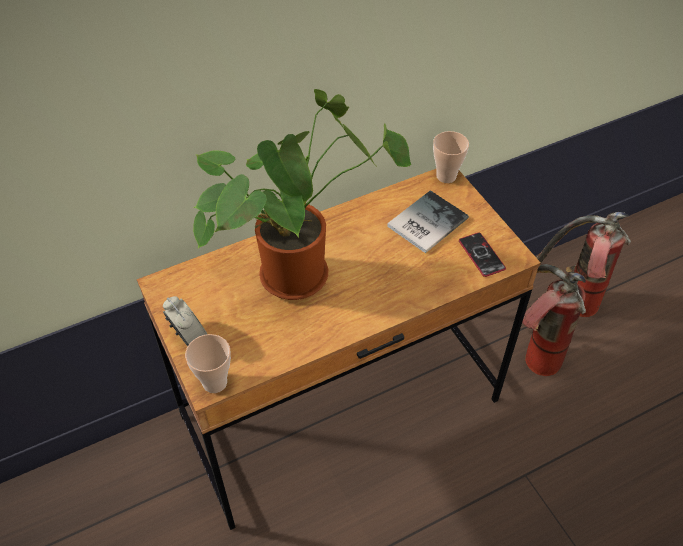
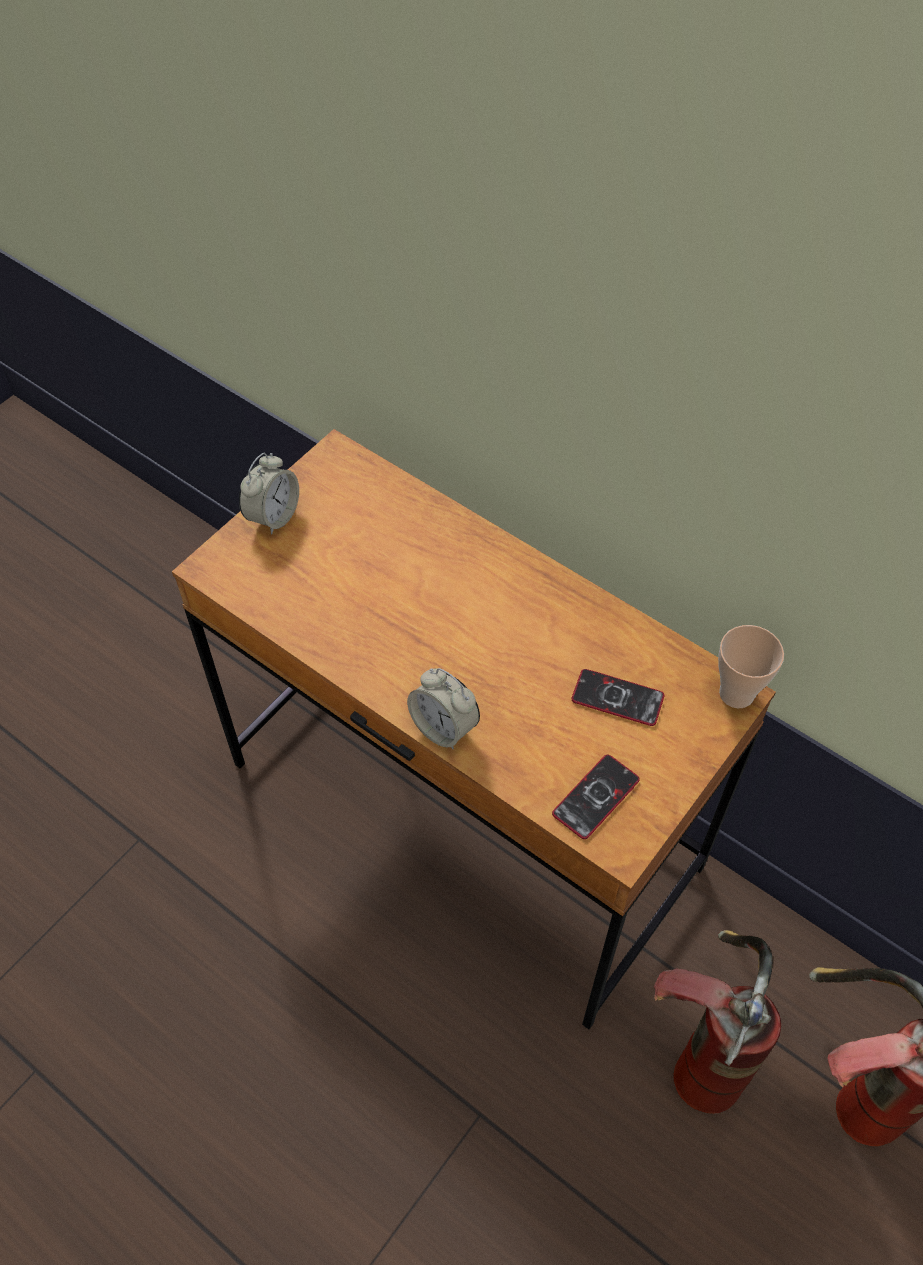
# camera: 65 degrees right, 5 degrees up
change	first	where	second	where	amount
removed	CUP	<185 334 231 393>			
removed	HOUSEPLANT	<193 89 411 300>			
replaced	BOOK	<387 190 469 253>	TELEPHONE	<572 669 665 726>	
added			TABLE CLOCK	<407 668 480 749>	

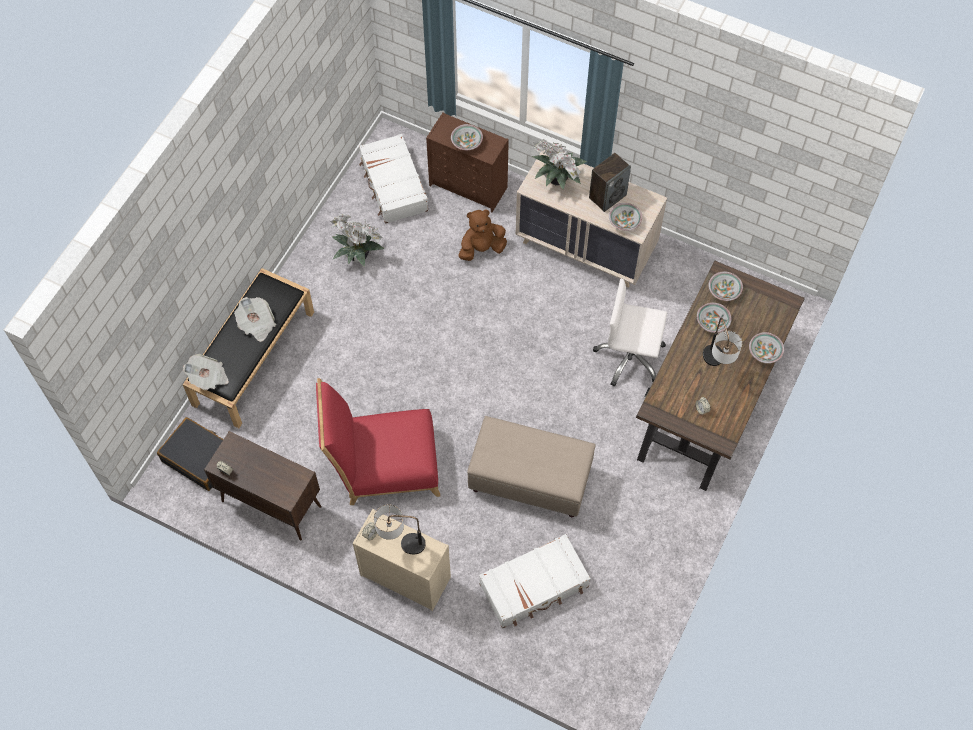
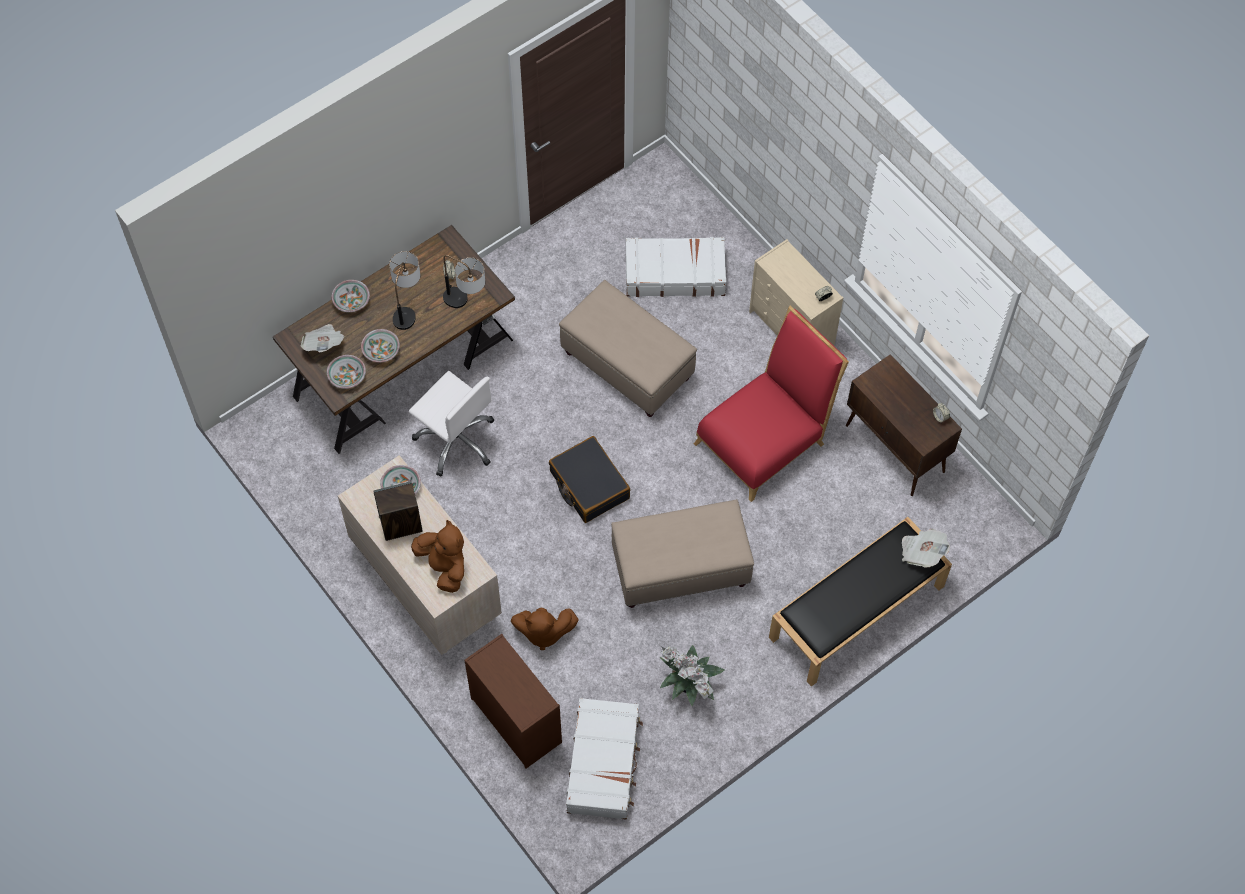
# camera: 155 degrees left, 0 degrees up
change	first	where	second	where	amount
moved	BLACKISH PIECE OF LUGGAGE	<157 417 224 491>		<549 436 630 523>	
moved	PRINTED PAPER	<234 297 276 342>		<301 324 345 352>	
turned	RED UPRIGHT CHAIR	<316 378 440 505>		<694 306 849 502>	60 degrees counterclockwise
moved	TABLE LAMP	<374 504 426 554>		<443 255 485 308>	
removed	BOWL	<451 124 483 150>			
replaced	HOUSEPLANT	<532 139 587 190>	BROWN-COLOURED PLUSH TOY	<411 520 464 593>	
added			BEIGE POUFFE	<611 499 754 608>	

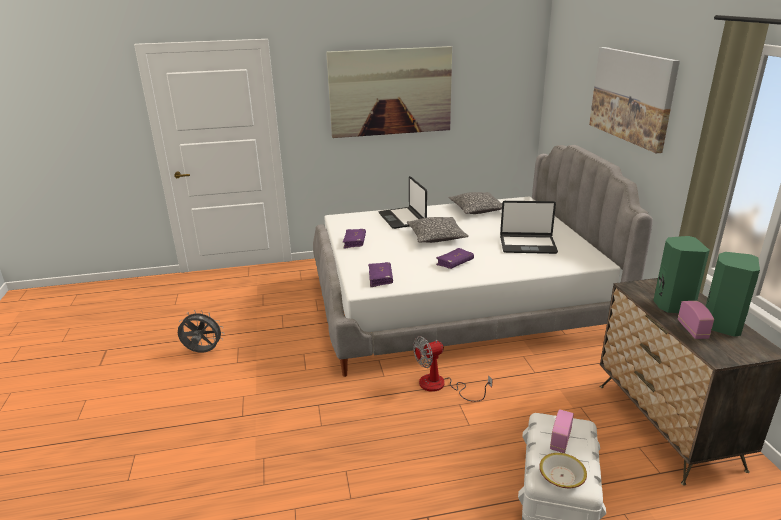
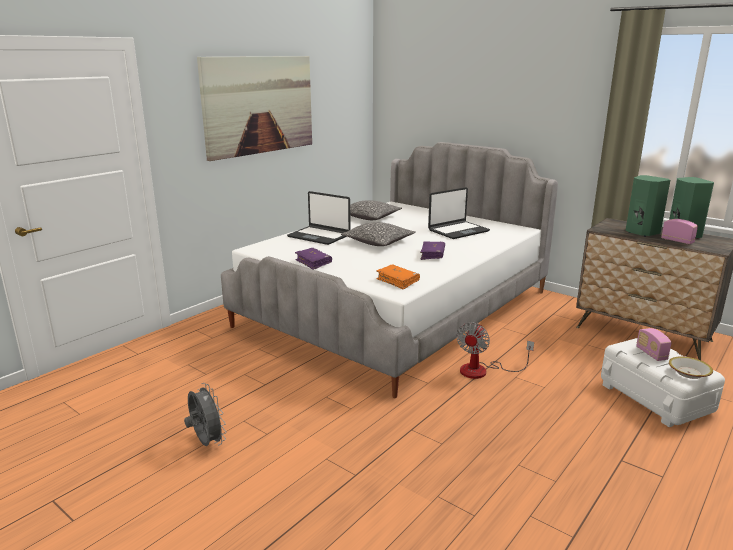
# camera: 40 degrees left, 5 degrees down
change	first	where	second	where	amount
turned	GREY FAN	<178 310 224 353>		<184 383 226 446>	90 degrees clockwise
recoloured	PURPLE BOOK	<368 262 393 287>	ORANGE BOOK	<376 265 420 289>	
removed	WALL ART	<589 47 680 153>			

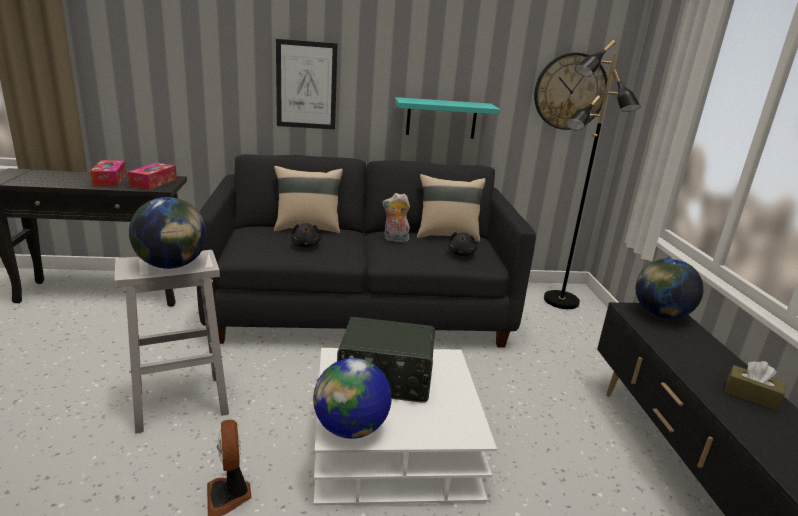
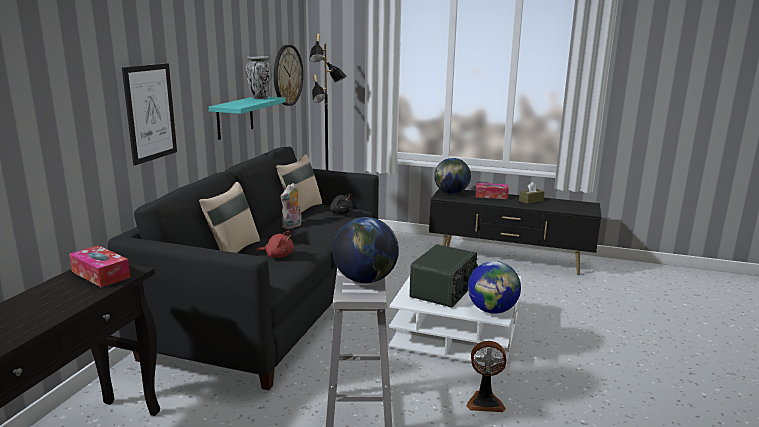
# camera: 65 degrees left, 5 degrees down
change	first	where	second	where	amount
moved	TISSUE BOX	<90 160 126 186>		<476 183 509 199>	
recoloured	BLACKISH PLUSH TOY	<291 223 321 248>	RED PLUSH TOY	<256 231 294 258>	
added			FLOWER VASE	<246 56 272 99>	

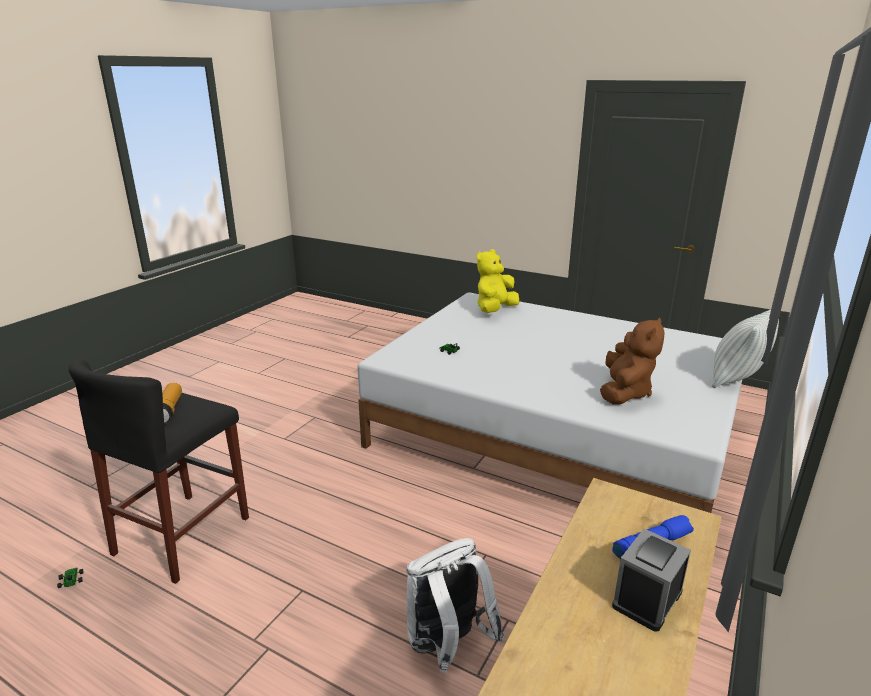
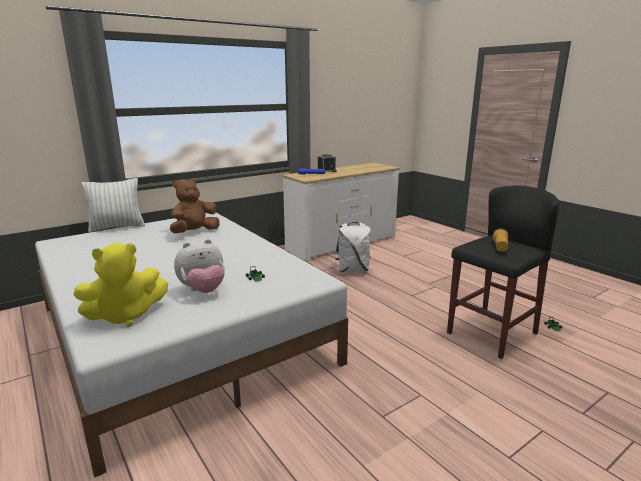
# camera: 155 degrees left, 5 degrees down
change	first	where	second	where	amount
added			PLUSH TOY	<174 239 225 293>	

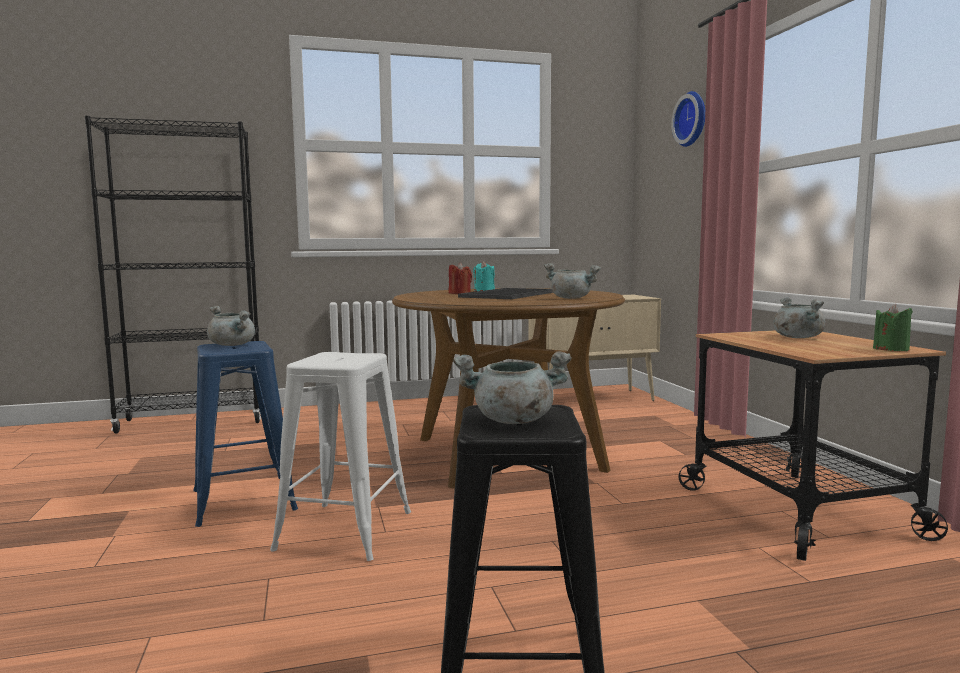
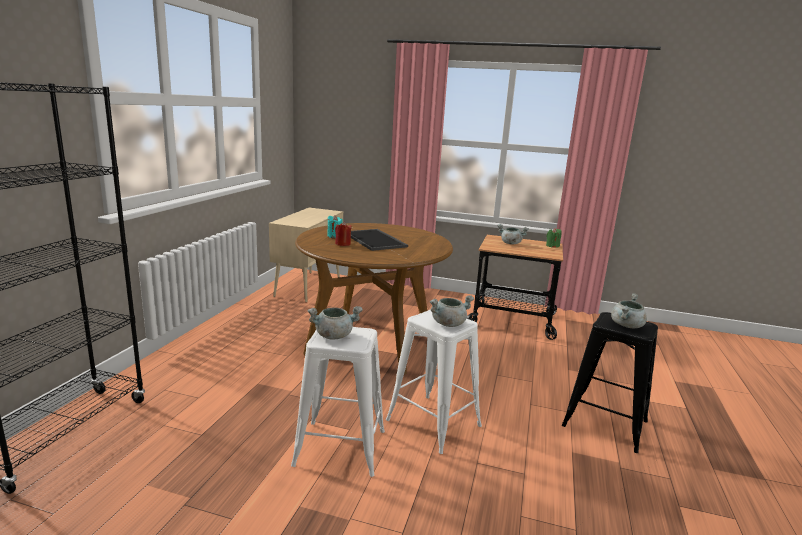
# camera: 60 degrees left, 10 degrees up
change	first	where	second	where	amount
recoloured	BLUISH STOOL	<193 341 298 527>	WHITE-COLOURED STOOL	<291 327 385 477>	
moved	GREY SAUCEPOT	<544 263 601 299>		<430 295 474 327>	
removed	WALL CLOCK	<671 91 705 147>			

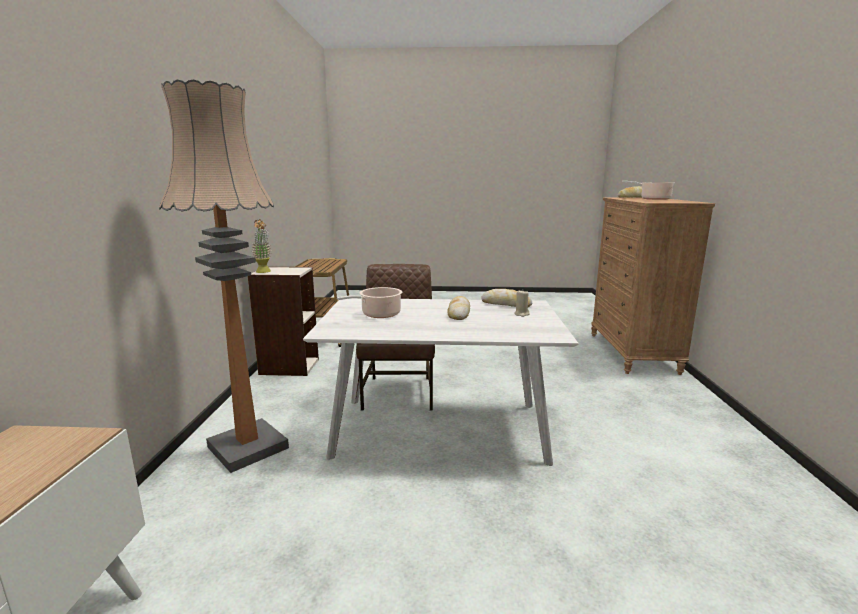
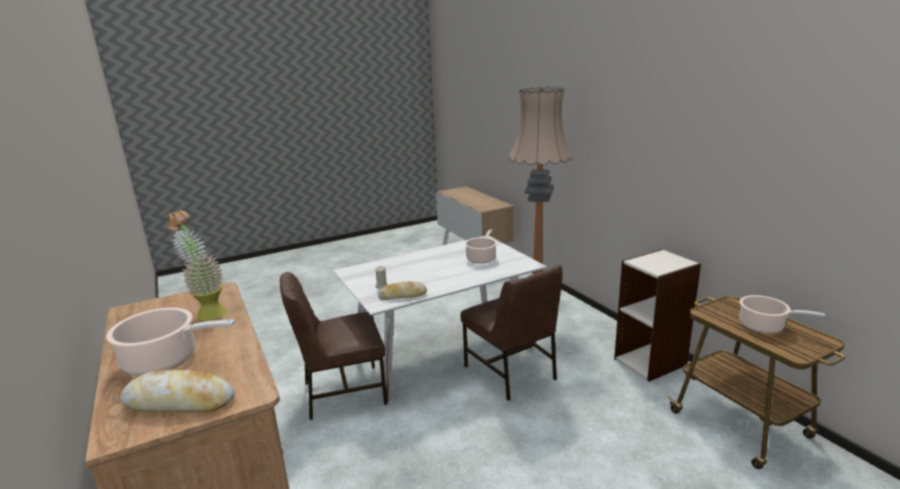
# camera: 150 degrees right, 5 degrees up
change	first	where	second	where	amount
moved	HOUSEPLANT	<251 219 272 273>		<167 211 227 321>	
removed	BAKED BREAD	<447 296 470 320>			
added			BROWN-COLOURED UPRIGHT CHAIR	<280 272 387 420>	
added			SAUCEPOT	<739 295 825 334>	

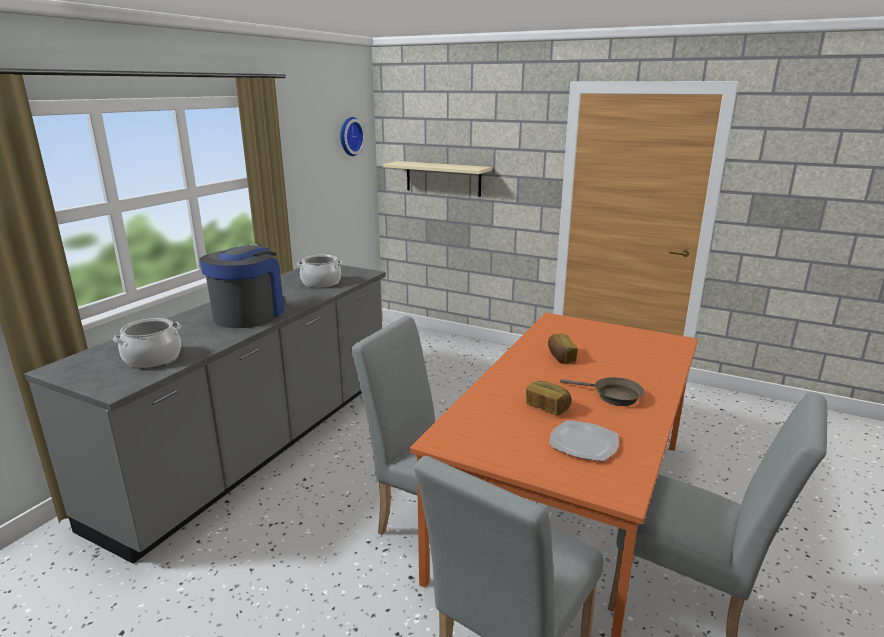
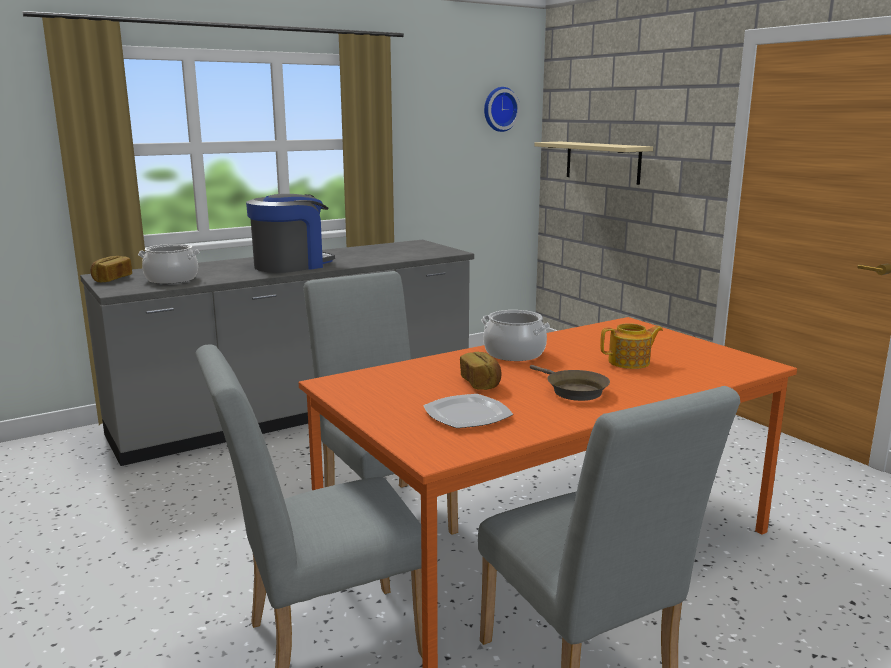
# camera: 30 degrees right, 5 degrees down
change	first	where	second	where	amount
moved	SAUCEPOT	<297 255 343 288>		<481 310 550 361>	
moved	BAKED BREAD	<548 333 578 364>		<90 256 132 282>	
added			TEA POT	<600 323 663 369>	

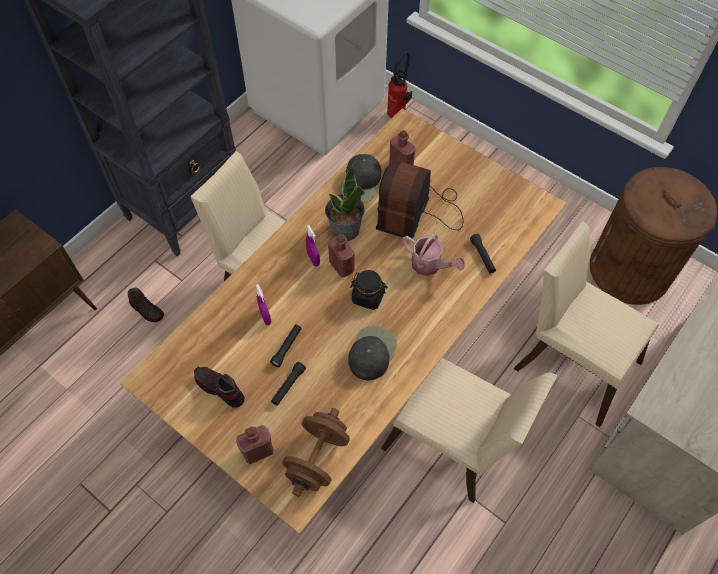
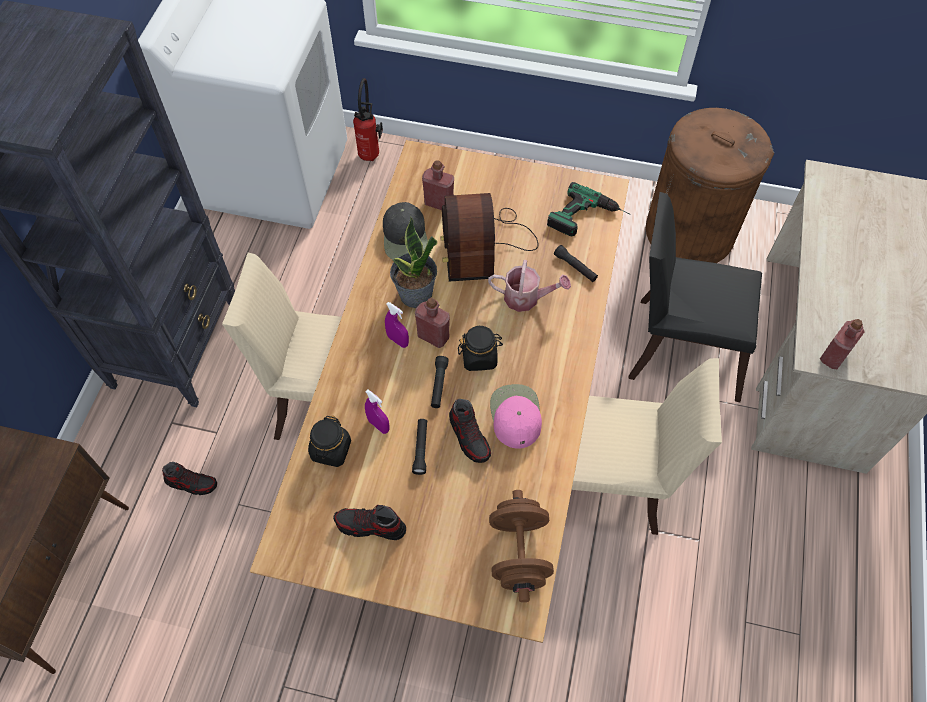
# camera: 25 degrees left, 0 degrees up
change	first	where	second	where	amount
moved	RED DRINK BOTTLE	<236 425 274 464>		<820 319 864 369>	
moved	BLACKISH TORCH	<271 362 306 406>		<431 356 449 408>	
recoloured	BLACKISH CAP	<348 326 397 381>	PINK-COLOURED CAP	<490 384 542 449>	
recoloured	BEIGE UPRIGHT CHAIR	<514 221 659 427>	BLACKISH UPRIGHT CHAIR	<628 192 762 402>	
added			BLACKISH JAR	<308 415 351 467>	
added			SHOE	<449 399 491 463>	
added			DRILL	<547 182 631 236>	

